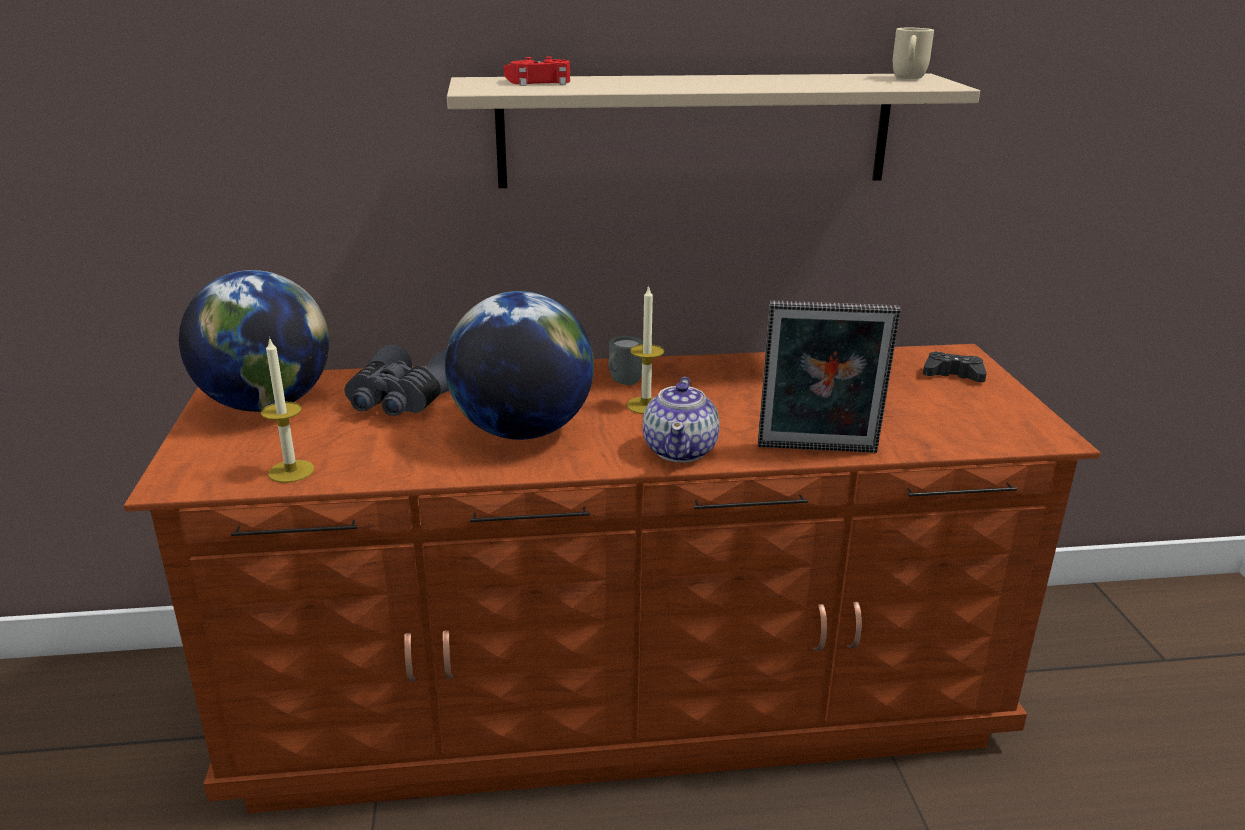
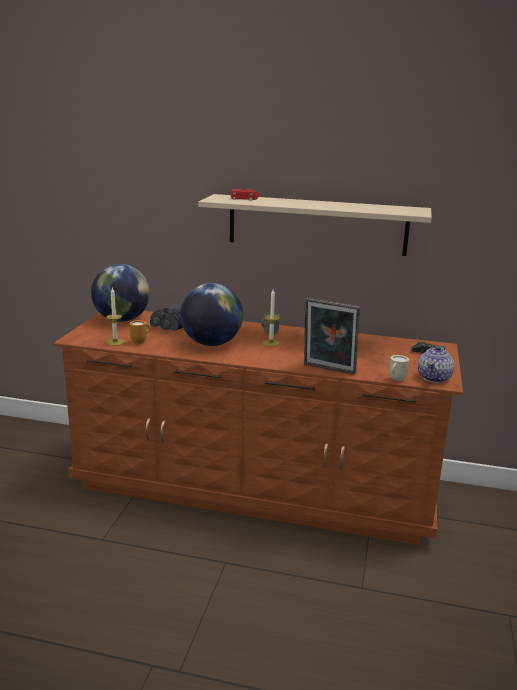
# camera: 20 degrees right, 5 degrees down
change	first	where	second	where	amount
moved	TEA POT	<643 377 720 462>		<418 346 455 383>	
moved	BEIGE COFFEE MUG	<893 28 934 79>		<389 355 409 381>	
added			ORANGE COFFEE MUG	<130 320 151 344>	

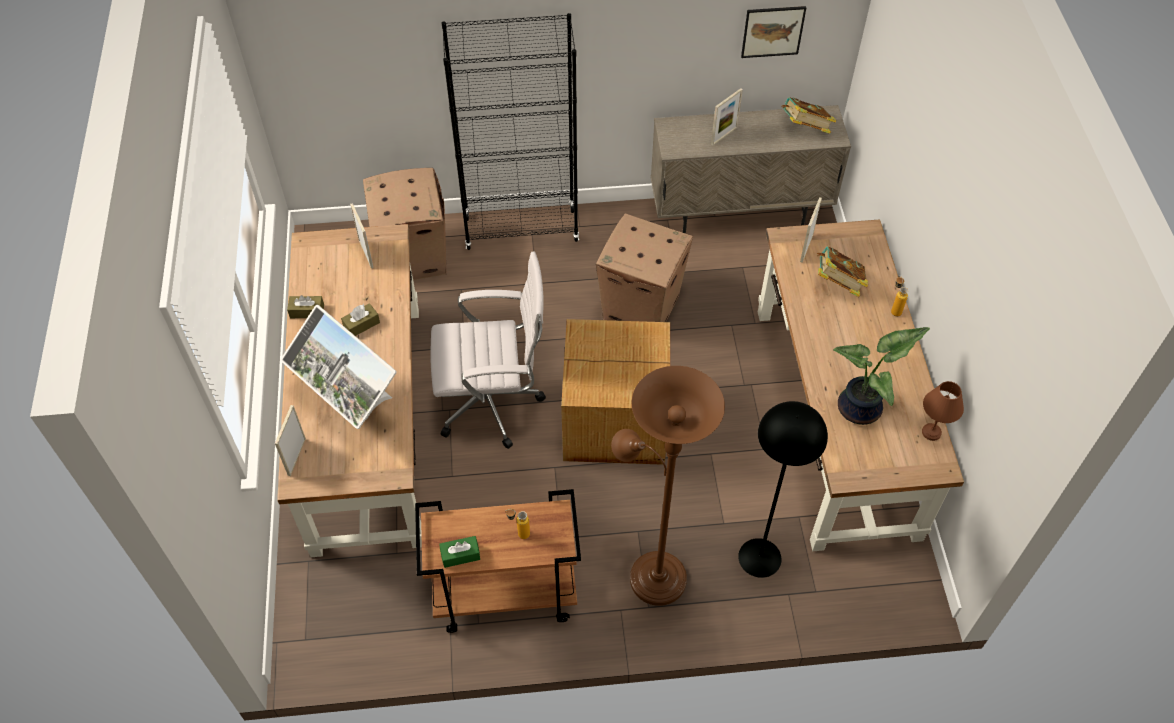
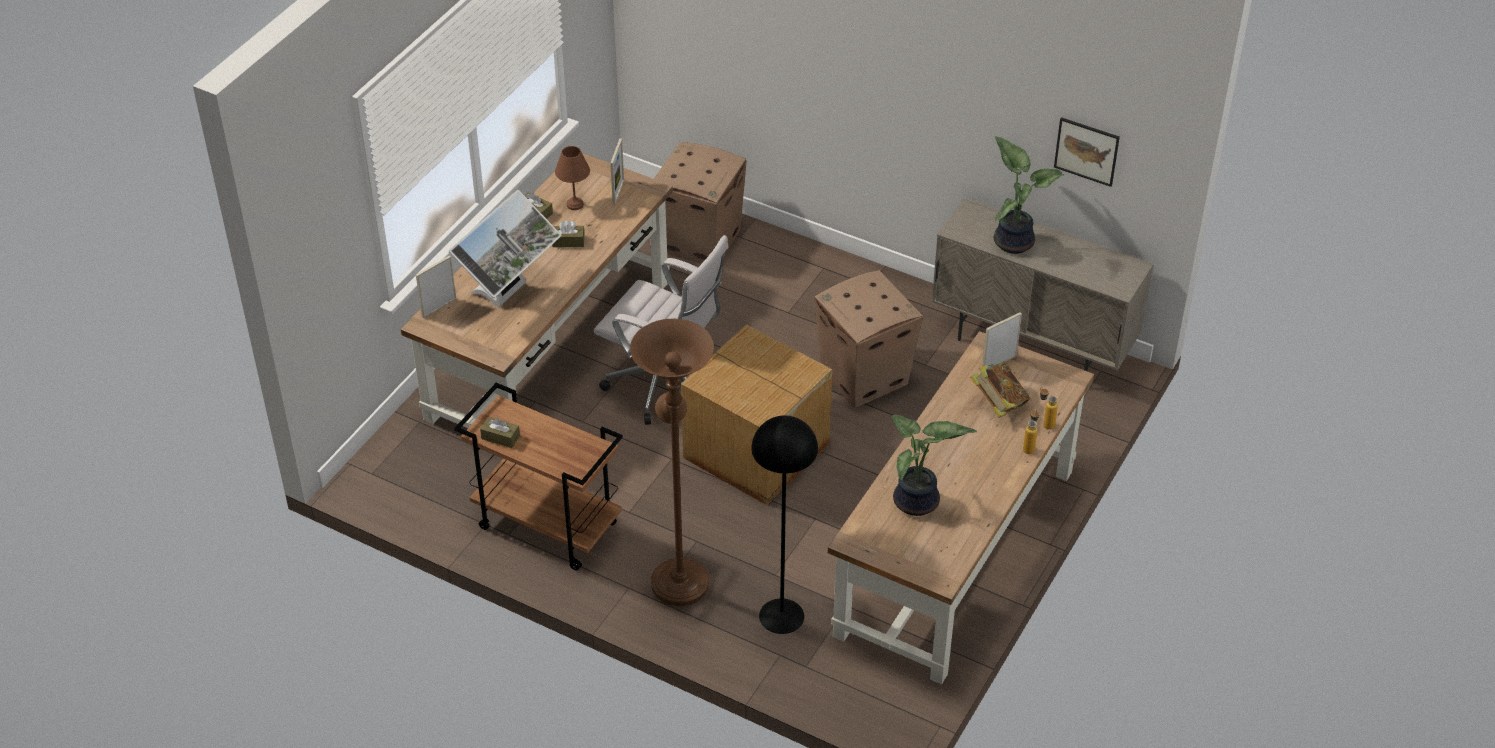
# camera: 35 degrees right, 10 degrees down
change	first	where	second	where	amount
turned	COMPUTER SCREEN	<281 305 397 429>		<448 190 561 307>	135 degrees counterclockwise
recoloured	GREEN TISSUE BOX	<439 536 480 568>	BROWN-COLOURED TISSUE BOX	<480 417 520 448>	
removed	BLACKISH SHELVING UNIT	<442 13 579 250>			
moved	DRINK BOTTLE	<505 508 530 539>		<1040 387 1058 430>	
replaced	STANDING FRAME	<711 88 743 146>	HOUSEPLANT	<994 137 1063 254>	
removed	BOOK	<781 97 837 134>			
moved	BROWN-COLOURED TABLE LAMP	<922 381 964 441>		<555 146 590 210>	

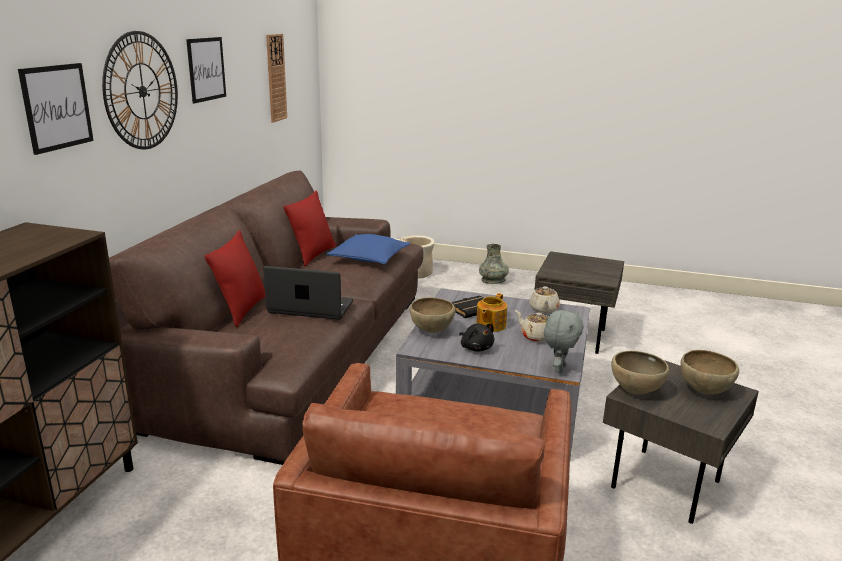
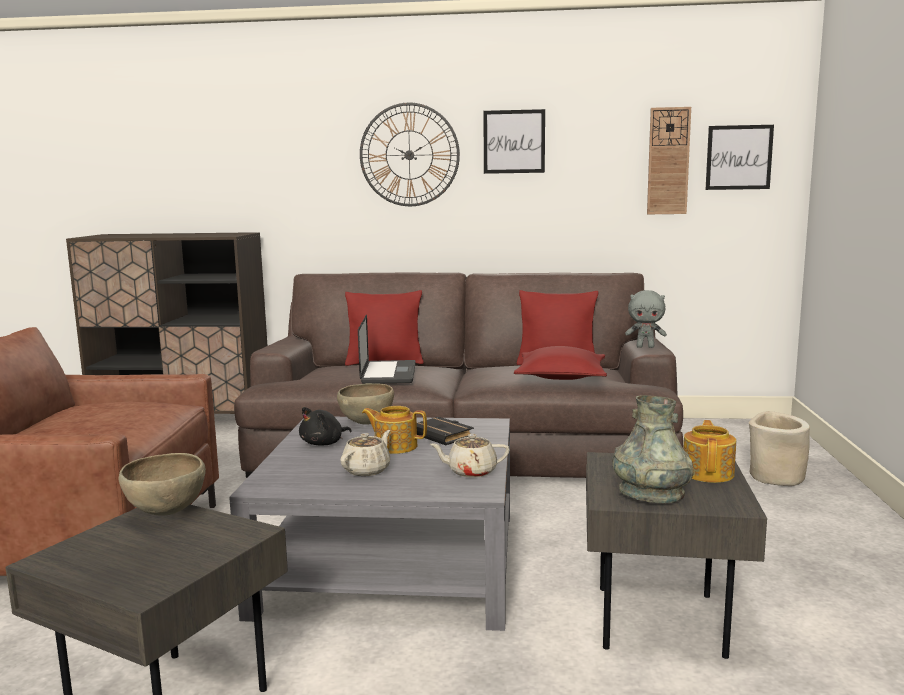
# camera: 80 degrees right, 10 degrees down
change	first	where	second	where	amount
moved	WALL ART	<18 63 94 155>		<705 125 774 190>	
recoloured	BLUISH CUSHION	<326 234 410 264>	RED CUSHION	<514 346 607 380>	
moved	GREY FLOWER VASE	<479 244 509 284>		<612 395 694 503>	
moved	GREY PLUSH TOY	<544 310 584 373>		<625 290 667 348>	
removed	BROWN-COLOURED BOWL	<681 350 739 394>			
added			TEA POT	<683 420 736 483>	

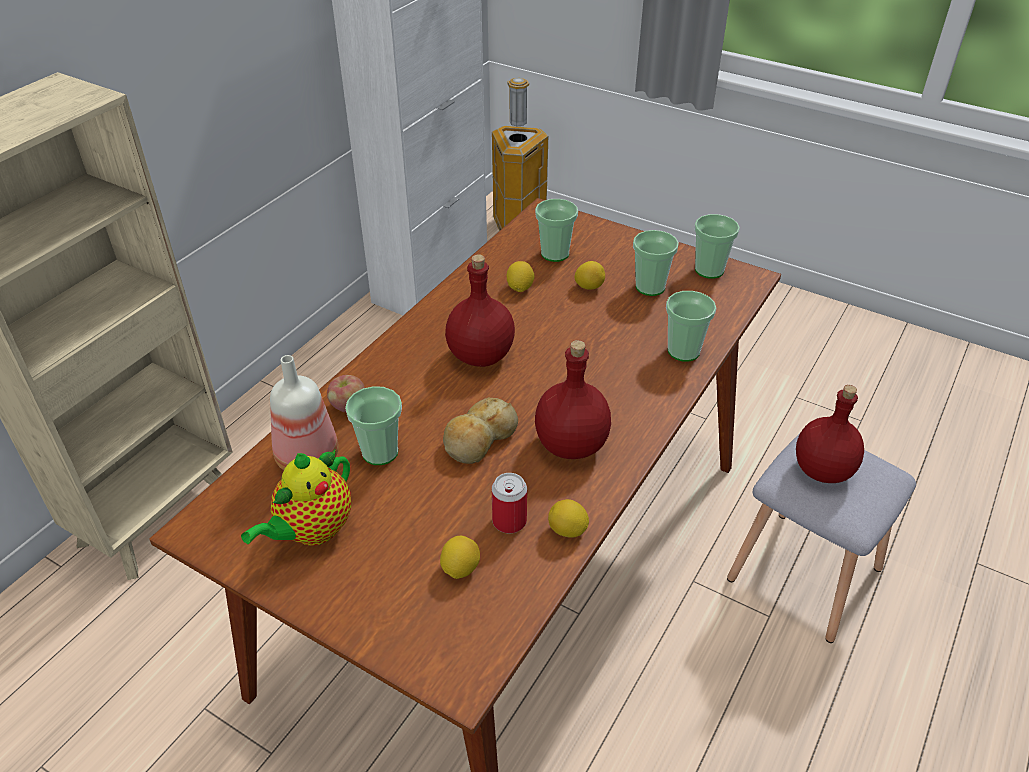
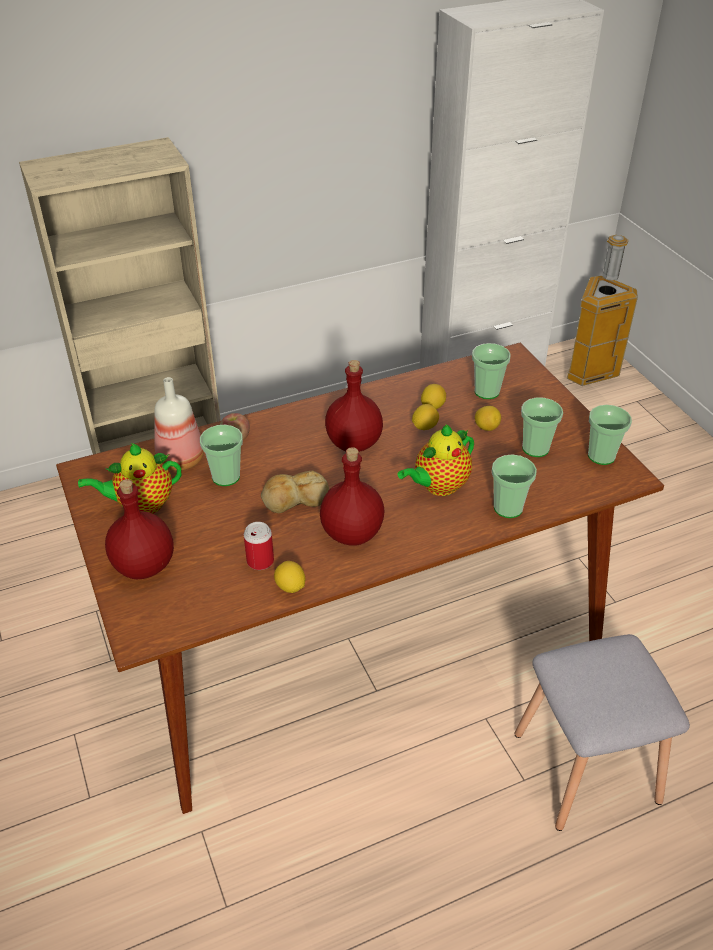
# camera: 35 degrees right, 0 degrees up
change	first	where	second	where	amount
moved	LEMON	<440 536 480 579>		<412 404 439 430>	
moved	RED DRINK BOTTLE	<796 385 864 483>		<105 479 174 579>	
added			TEA POT	<397 424 474 496>	

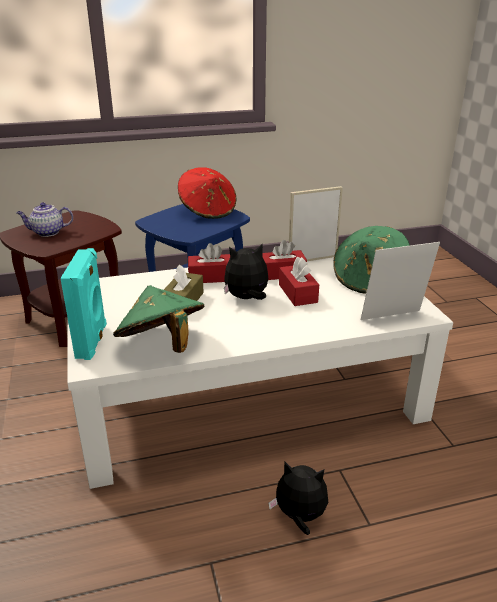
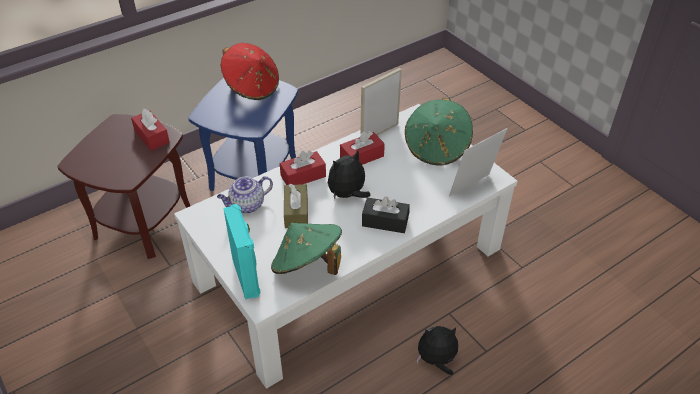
# camera: 20 degrees left, 15 degrees up
change	first	where	second	where	amount
moved	TEA POT	<16 202 73 237>		<217 176 273 214>	
moved	RED TISSUE BOX	<279 257 319 306>		<131 109 170 150>	
added			BLACKISH TISSUE BOX	<362 196 410 233>	

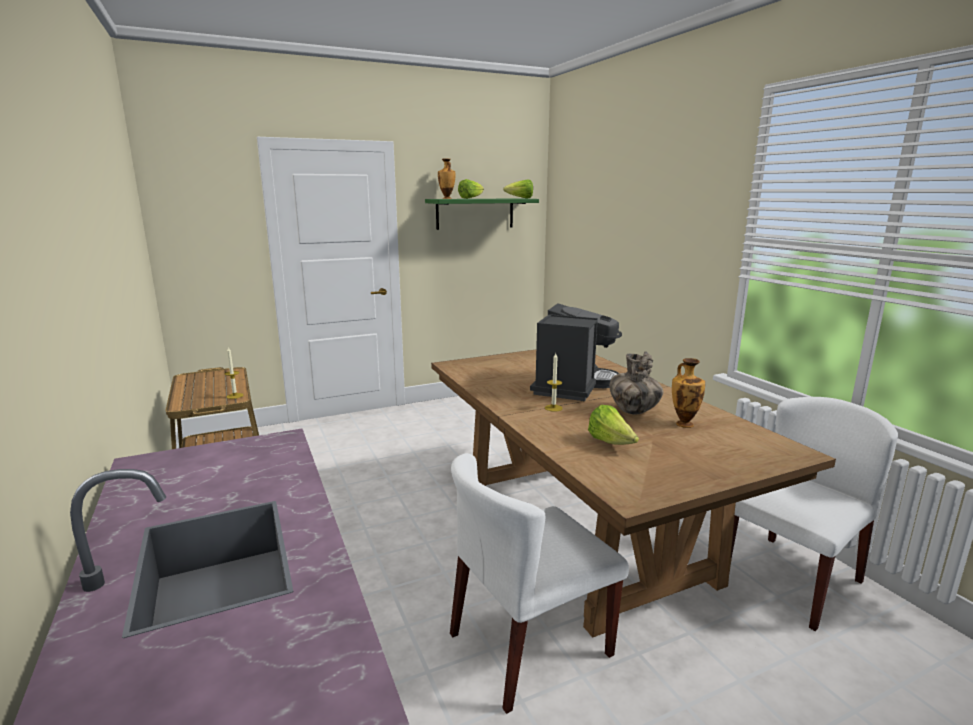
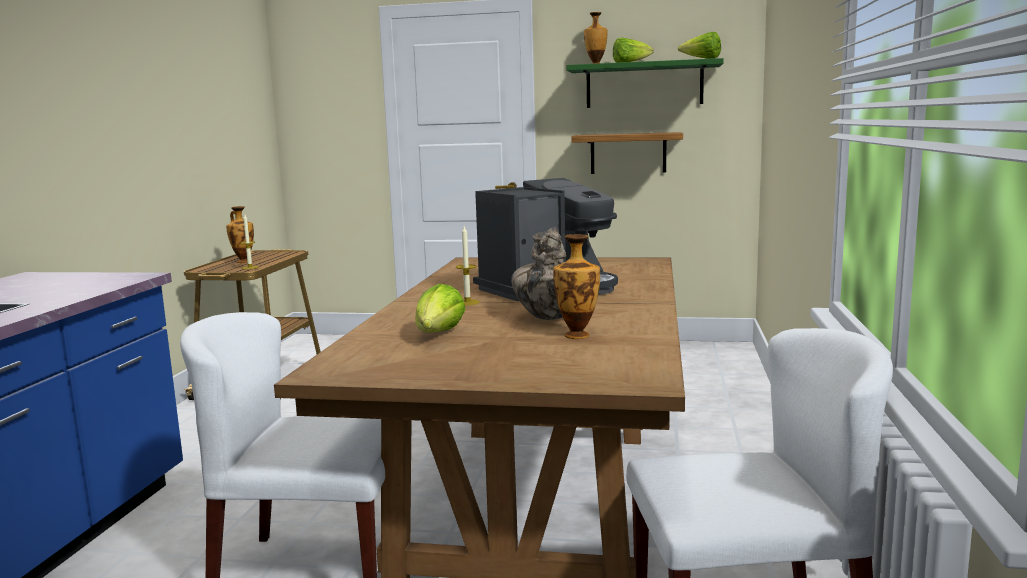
# camera: 35 degrees right, 5 degrees down
change	first	where	second	where	amount
added			FLOWER VASE	<226 206 254 263>	
added			WALL SHELF	<571 132 683 174>	

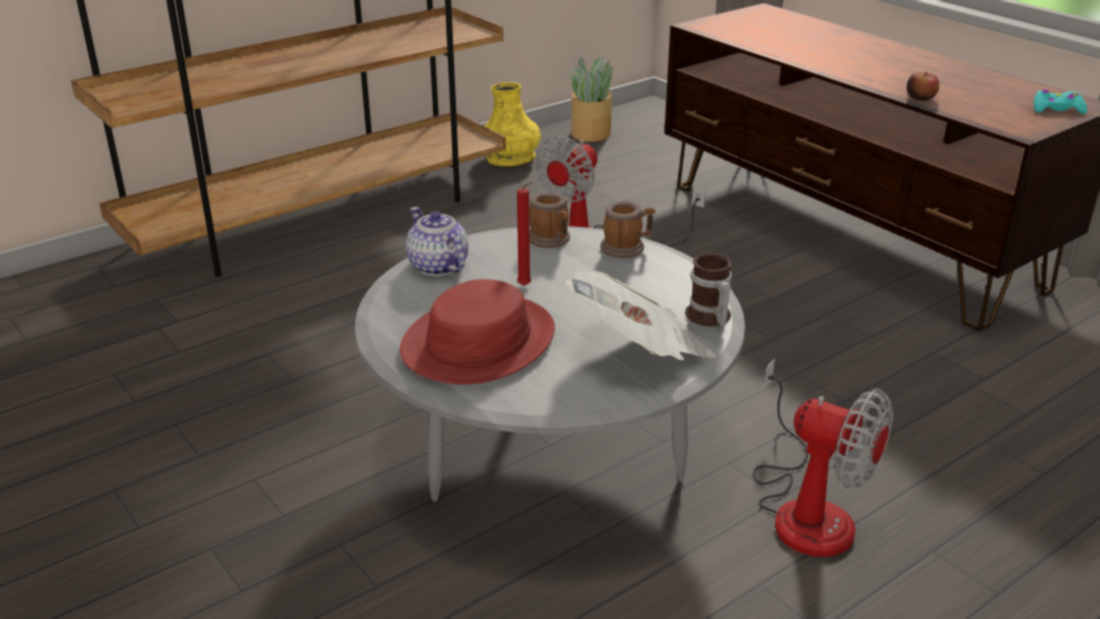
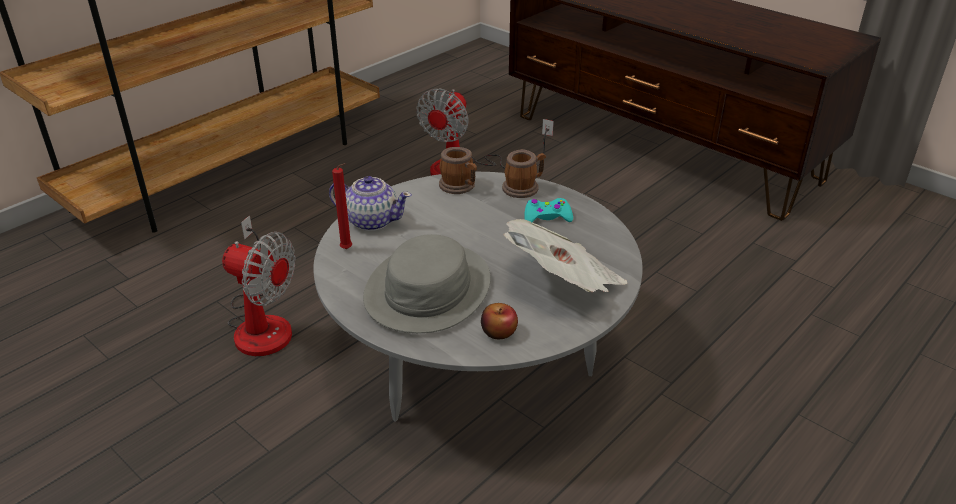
# camera: 10 degrees left, 5 degrees up
change	first	where	second	where	amount
recoloured	RED CLOTHING HAT	<400 279 555 384>	GREY CLOTHING HAT	<363 234 491 333>	
turned	TEA POT	<406 207 468 276>		<329 176 412 231>	150 degrees clockwise
removed	YELLOW FLOWER VASE	<485 82 541 166>			
moved	RED WAX CANDLE	<517 182 533 286>		<332 163 352 249>	
removed	HOUSEPLANT	<569 57 613 142>			
removed	COFFEE MUG	<685 252 732 326>			
moved	FAN	<753 359 893 557>		<222 216 296 356>	
moved	APPLE FRUIT	<907 72 939 101>		<481 303 518 339>	
moved	TURQUOISE JOYPAD	<1034 89 1087 114>		<525 198 573 222>	

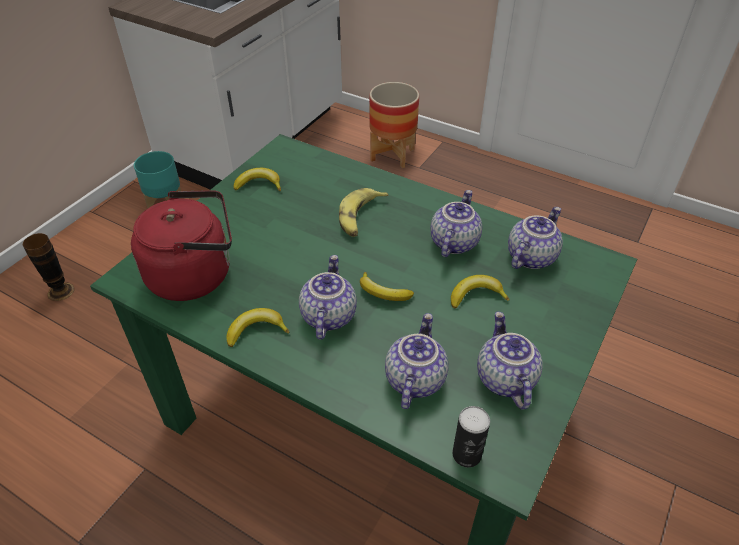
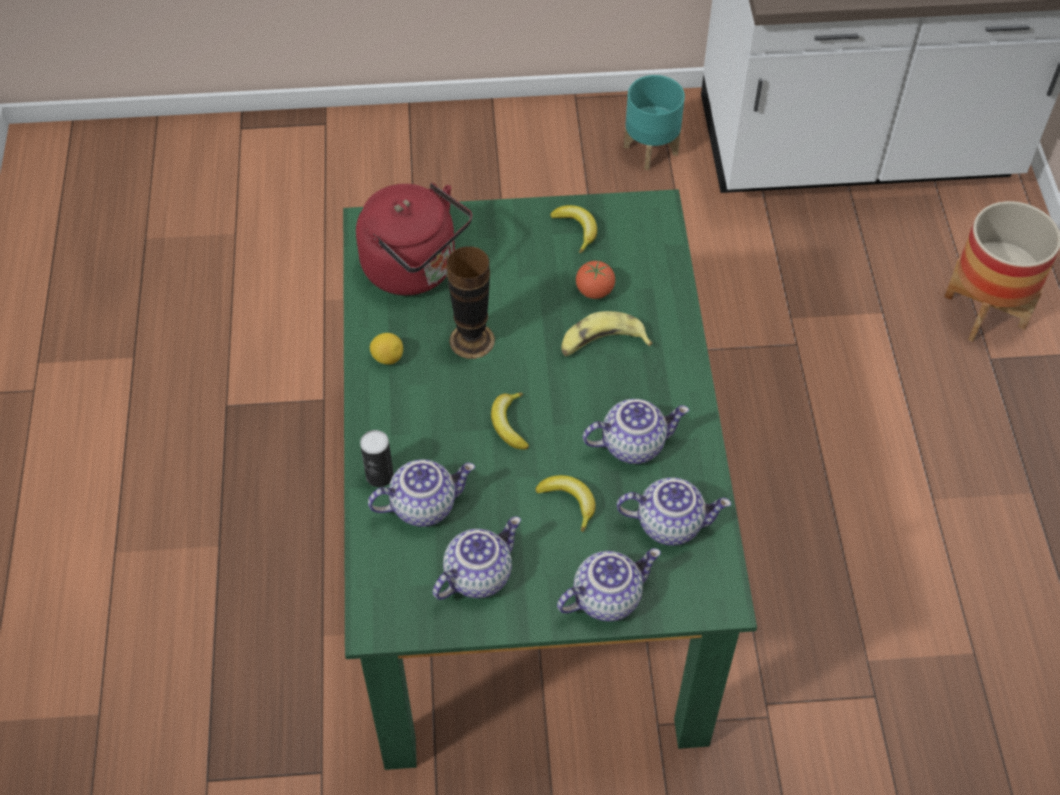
# camera: 55 degrees right, 10 degrees up
change	first	where	second	where	amount
moved	FLOWER VASE	<23 233 74 301>		<447 246 495 359>	
replaced	WHOLE BANANA	<227 308 289 347>	LEMON	<370 333 403 364>	
moved	TEA POT	<299 255 357 340>		<557 548 661 621>	
moved	METAL CAN	<452 406 490 468>		<360 430 394 487>	
added			WHOLE TOMATO	<576 261 615 299>	

